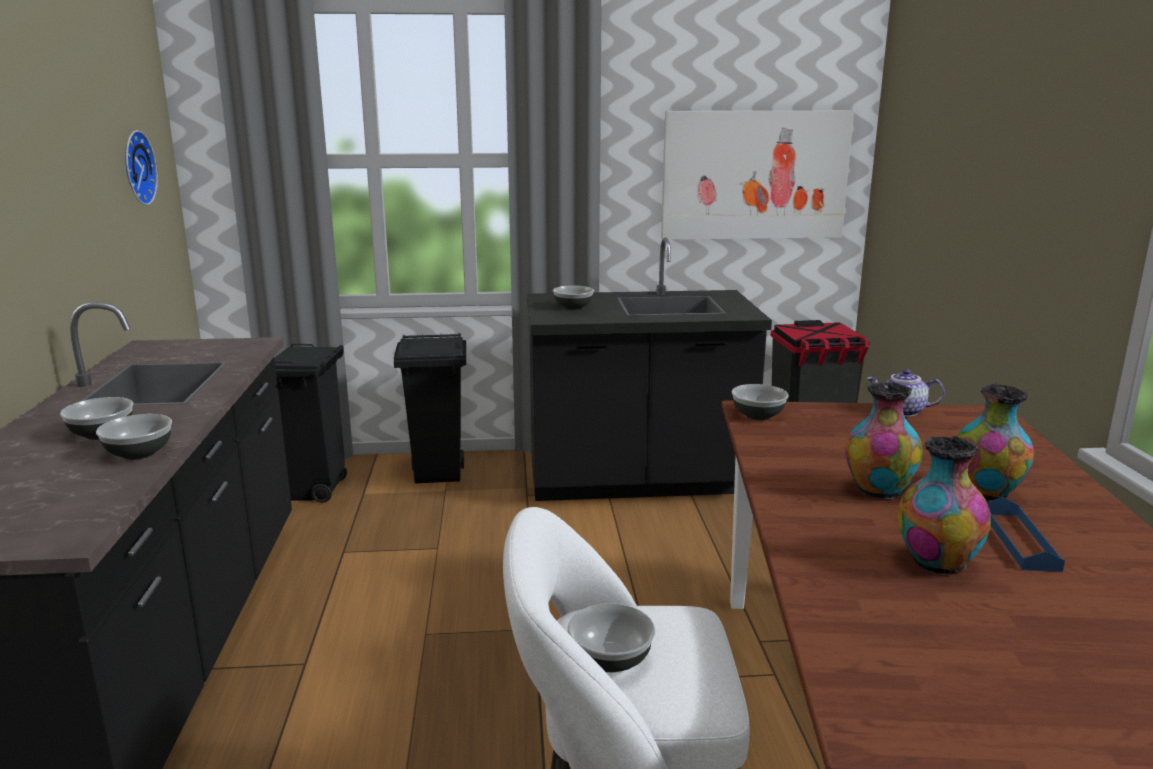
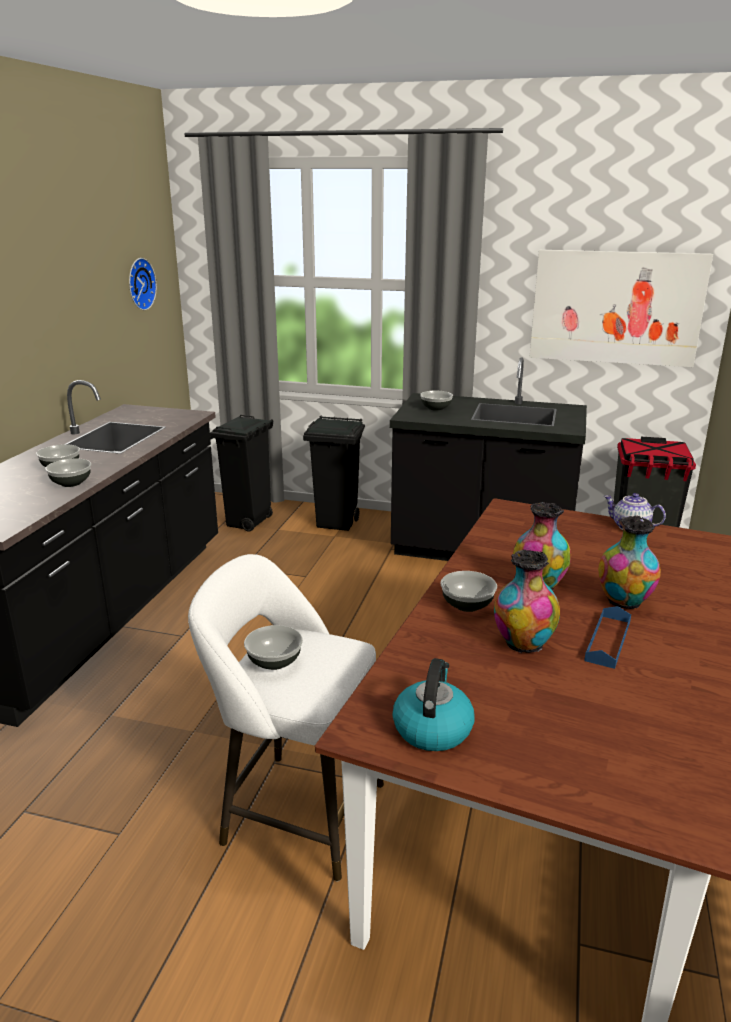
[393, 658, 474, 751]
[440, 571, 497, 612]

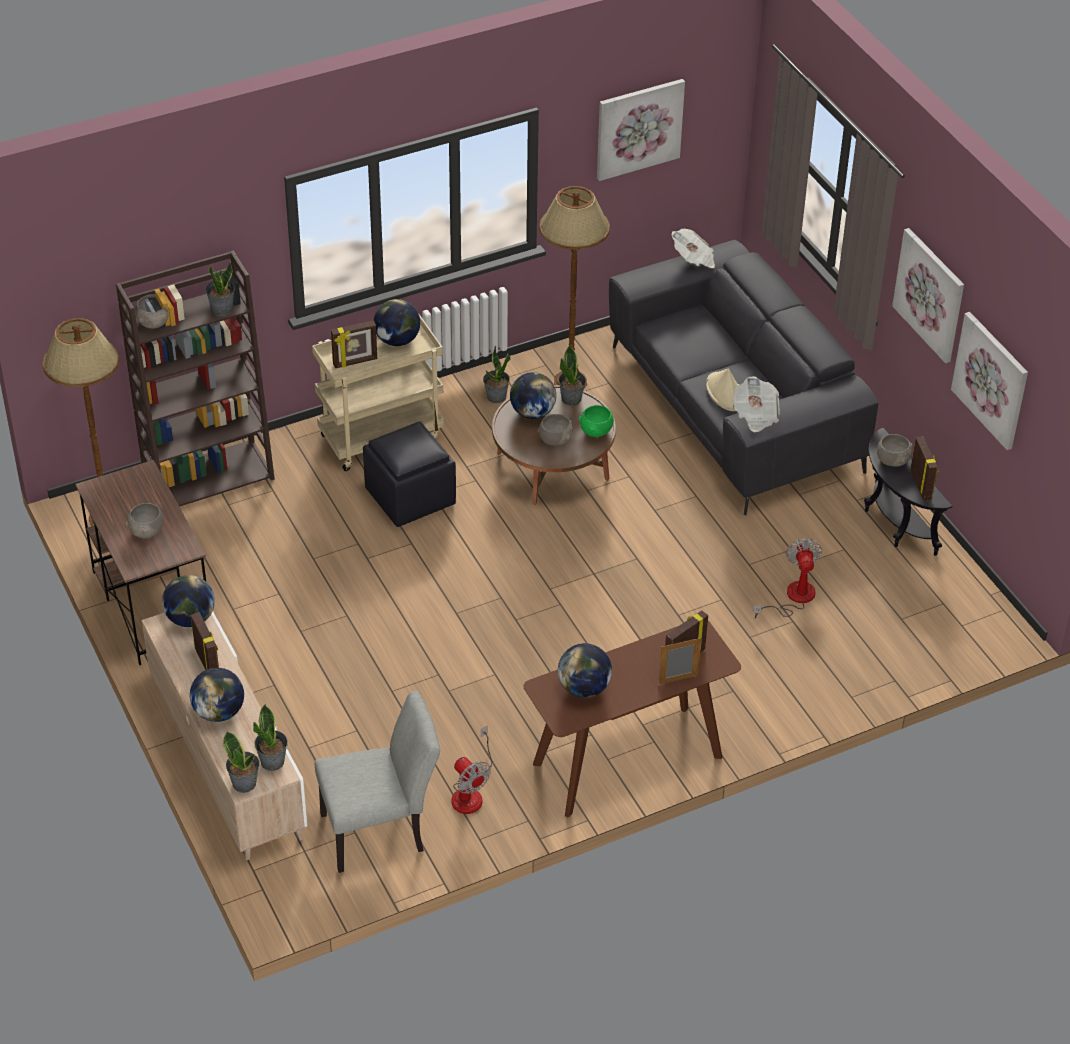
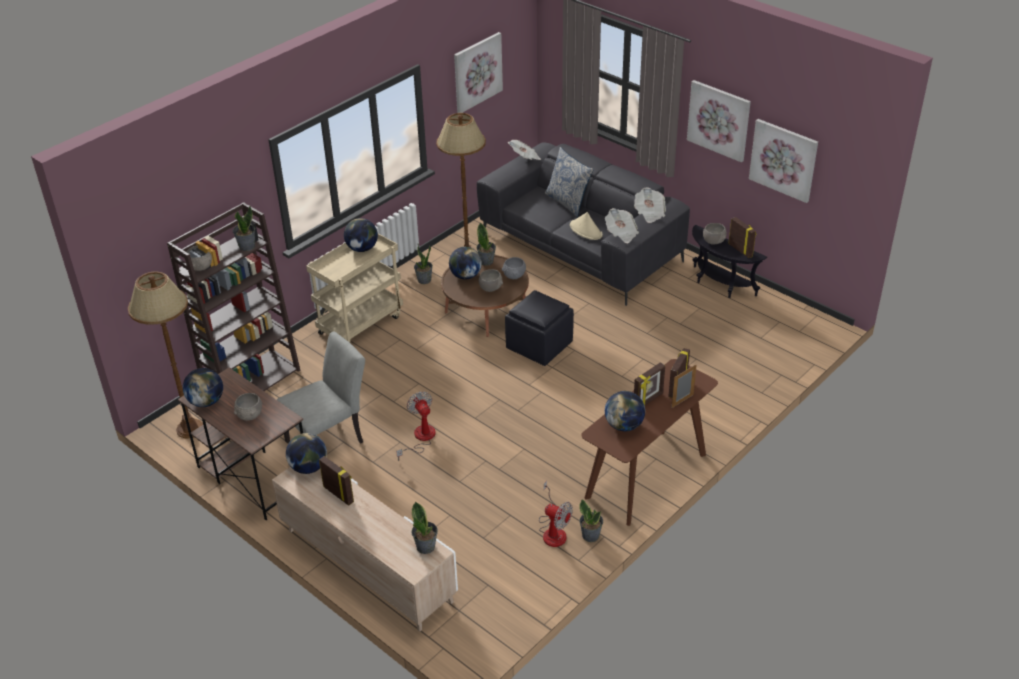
[183, 368, 223, 407]
[277, 331, 365, 444]
[396, 391, 436, 461]
[502, 257, 526, 279]
[505, 290, 574, 366]
[545, 147, 594, 217]
[579, 499, 603, 542]
[634, 187, 666, 223]
[634, 362, 665, 405]

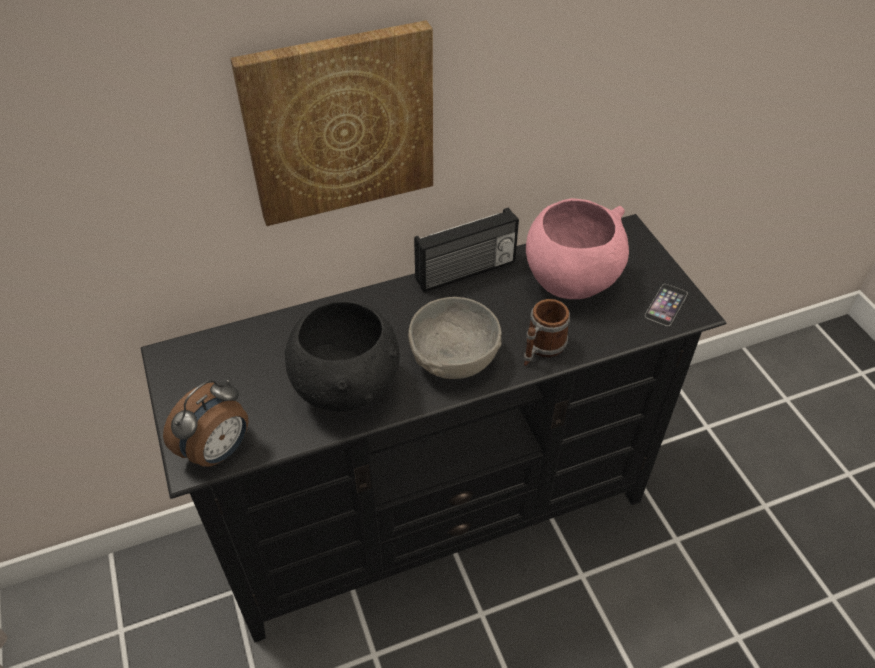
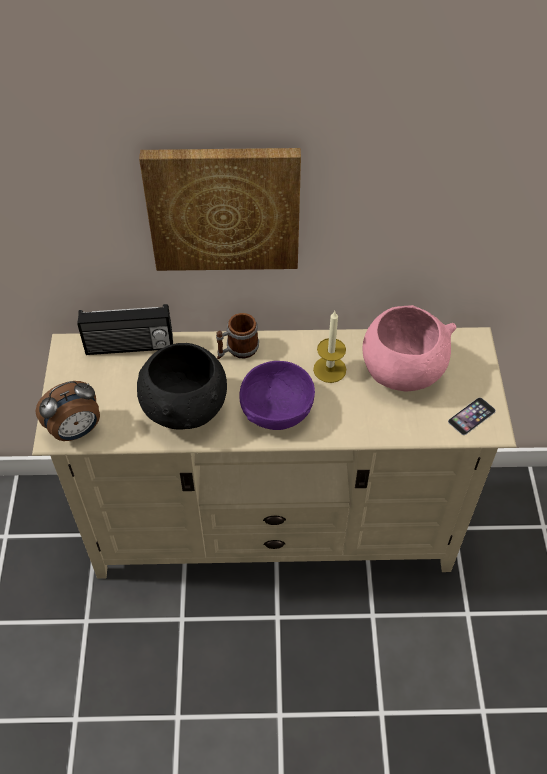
[32, 327, 516, 579]
[77, 304, 173, 355]
[216, 313, 259, 359]
[240, 361, 315, 430]
[313, 311, 346, 383]

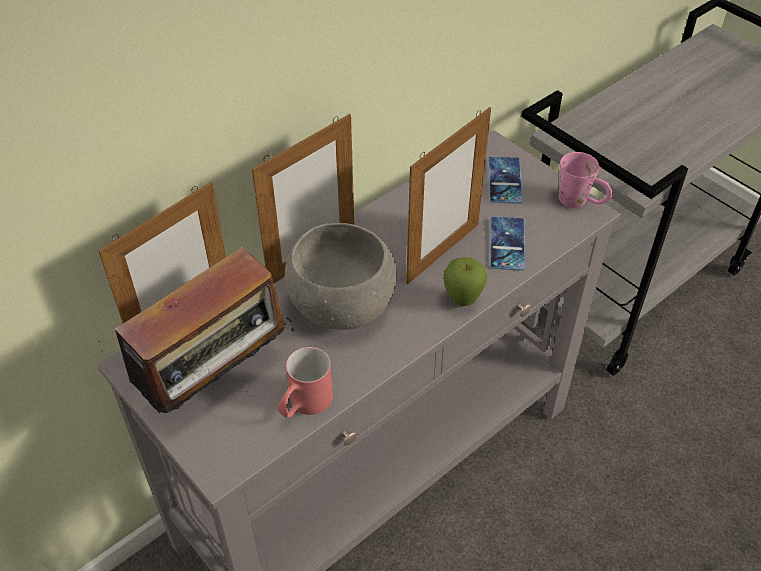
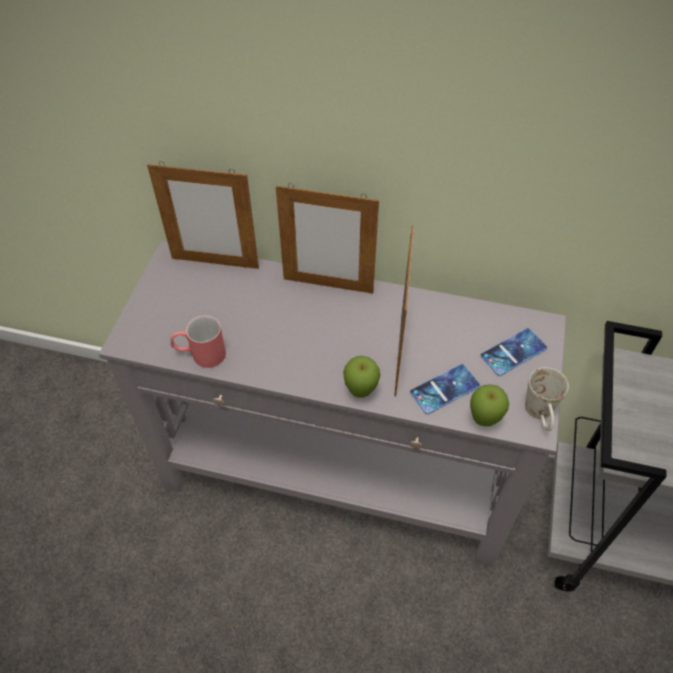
[394, 225, 414, 396]
[470, 384, 509, 426]
[525, 367, 569, 431]
[98, 247, 294, 413] (first image)
[285, 223, 397, 330] (first image)

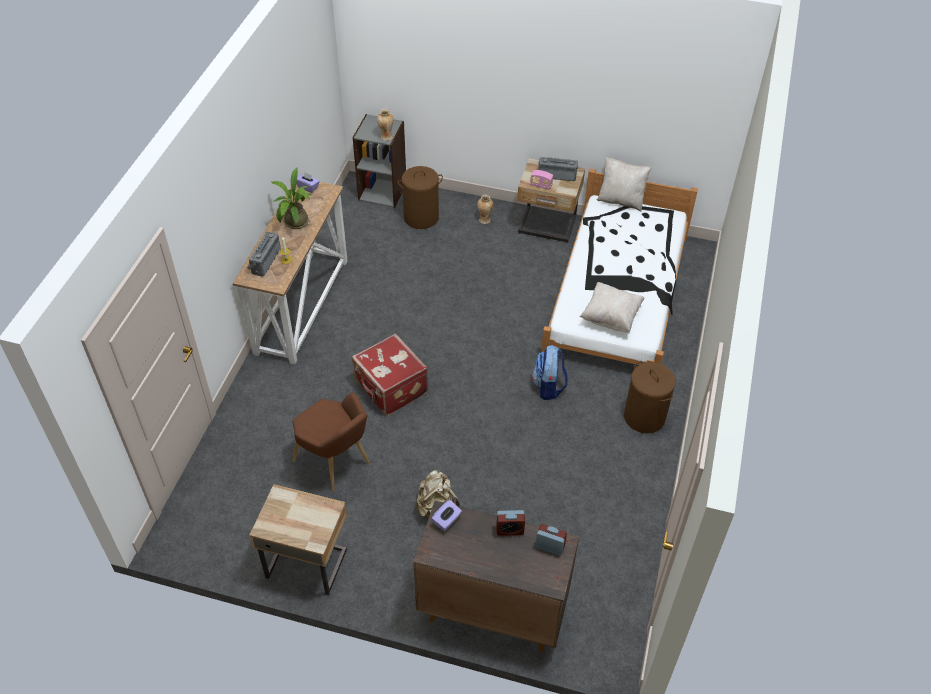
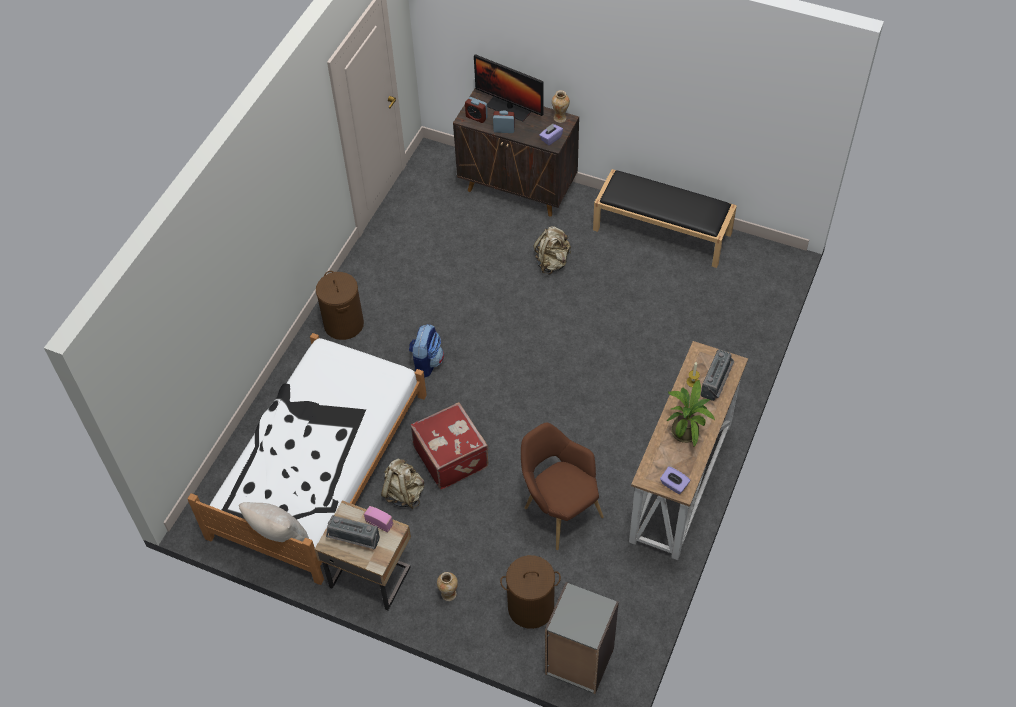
[381, 458, 424, 509]
[411, 402, 488, 489]
[474, 54, 543, 121]
[521, 423, 604, 550]
[552, 90, 570, 123]
[593, 169, 737, 268]
[580, 282, 645, 333] (first image)

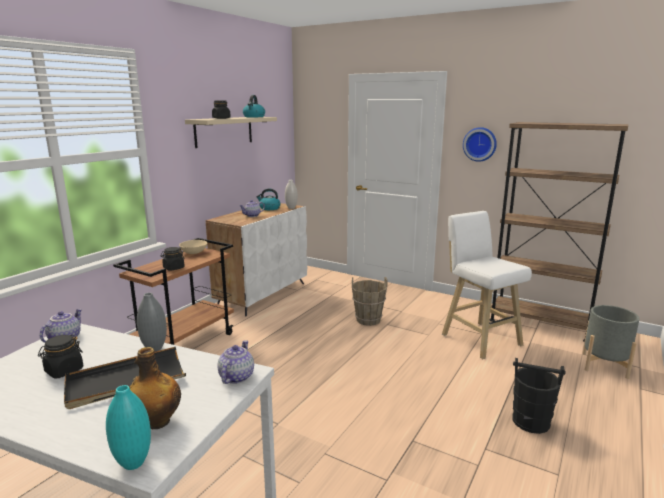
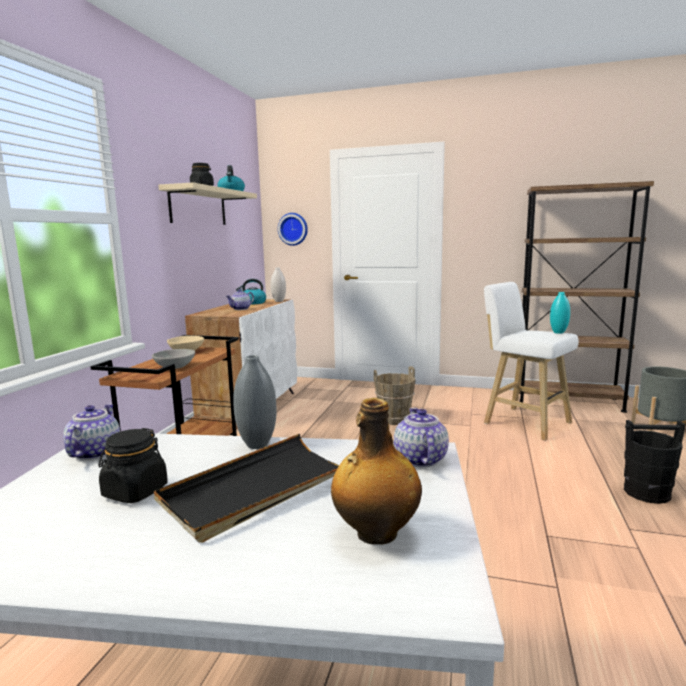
[152, 349, 195, 369]
[278, 213, 308, 246]
[550, 292, 570, 334]

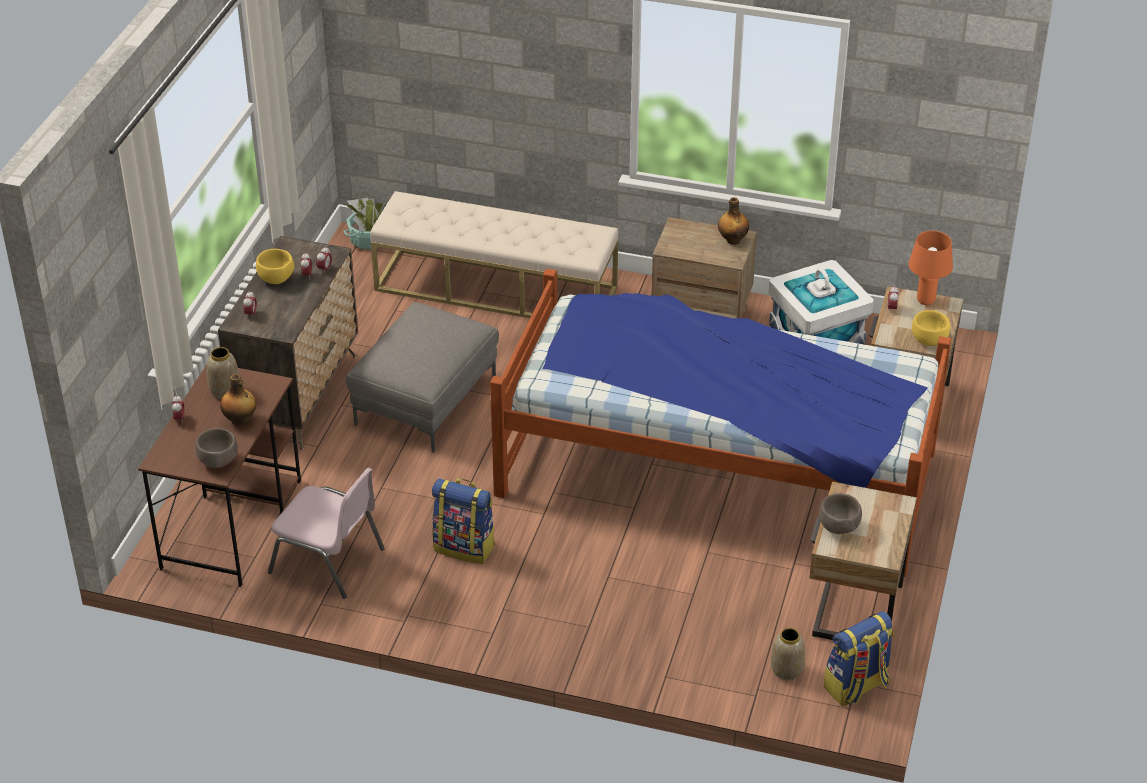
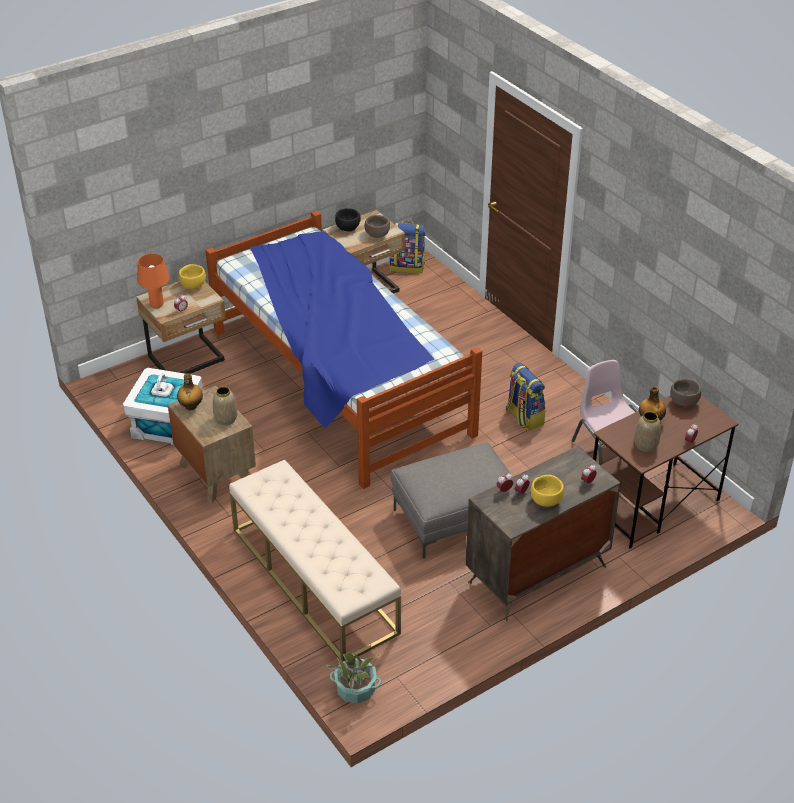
[213, 386, 237, 425]
[335, 208, 361, 231]

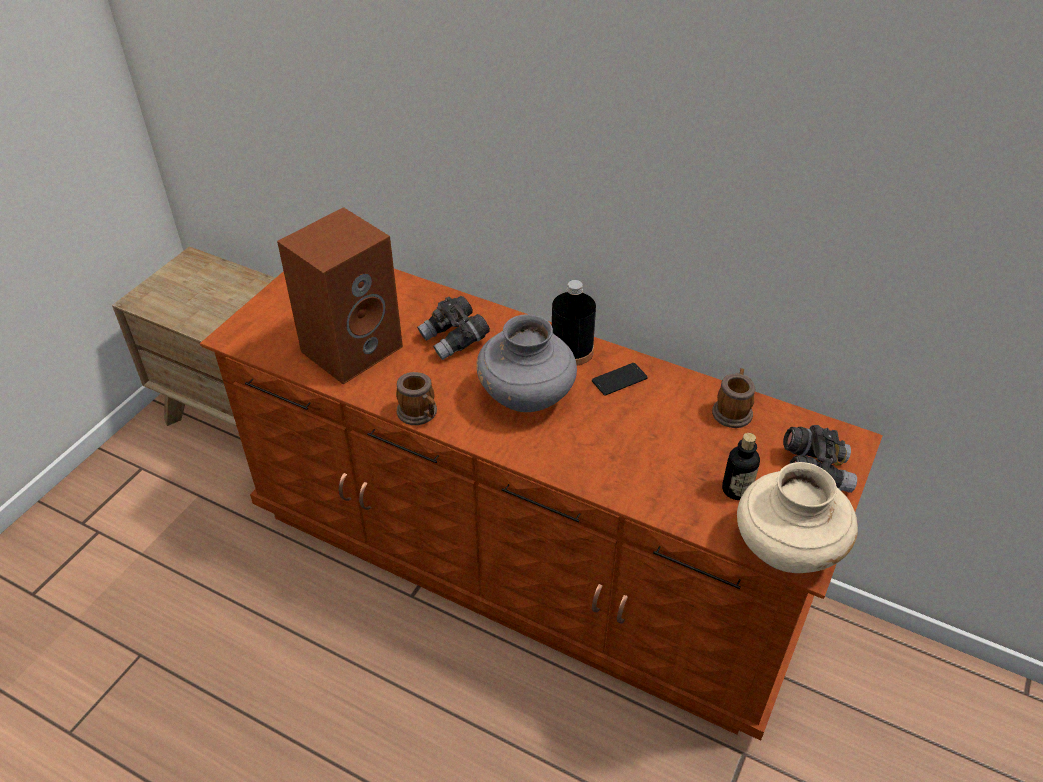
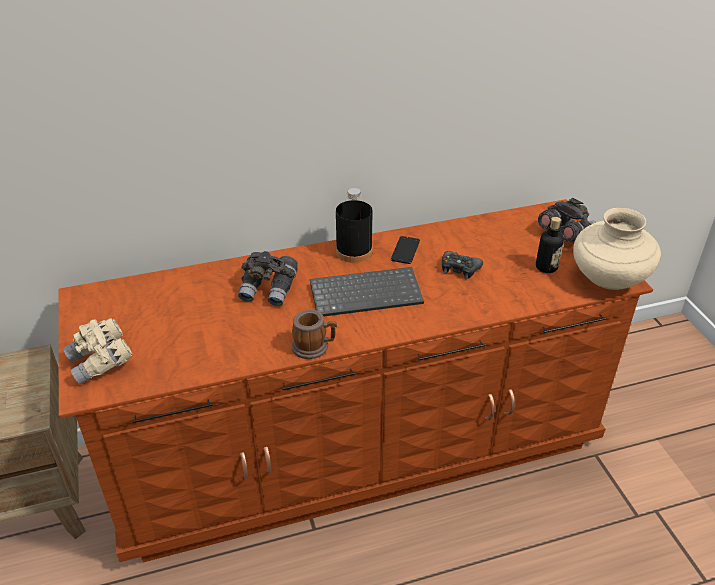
[63, 318, 132, 384]
[310, 267, 424, 316]
[442, 251, 483, 279]
[277, 207, 403, 384] (first image)
[712, 368, 755, 428] (first image)

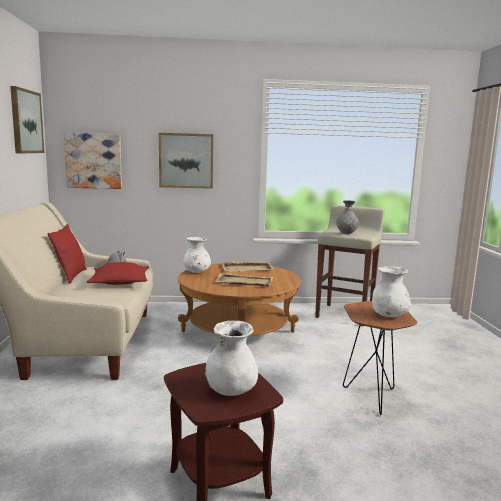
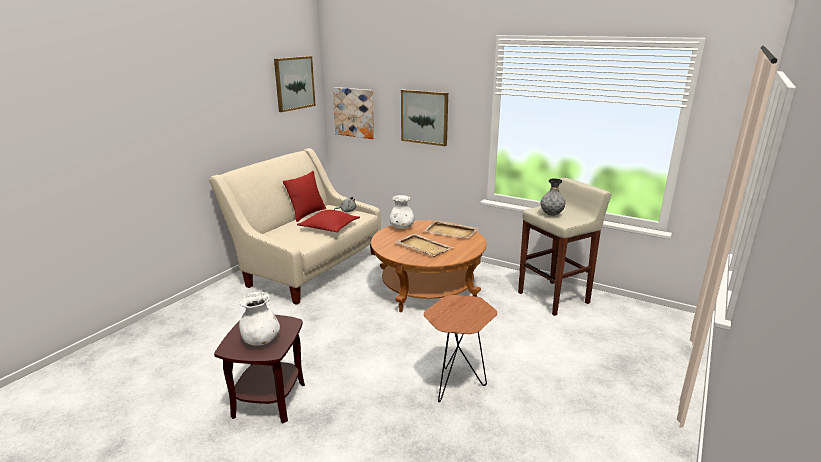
[372, 266, 411, 317] (first image)

